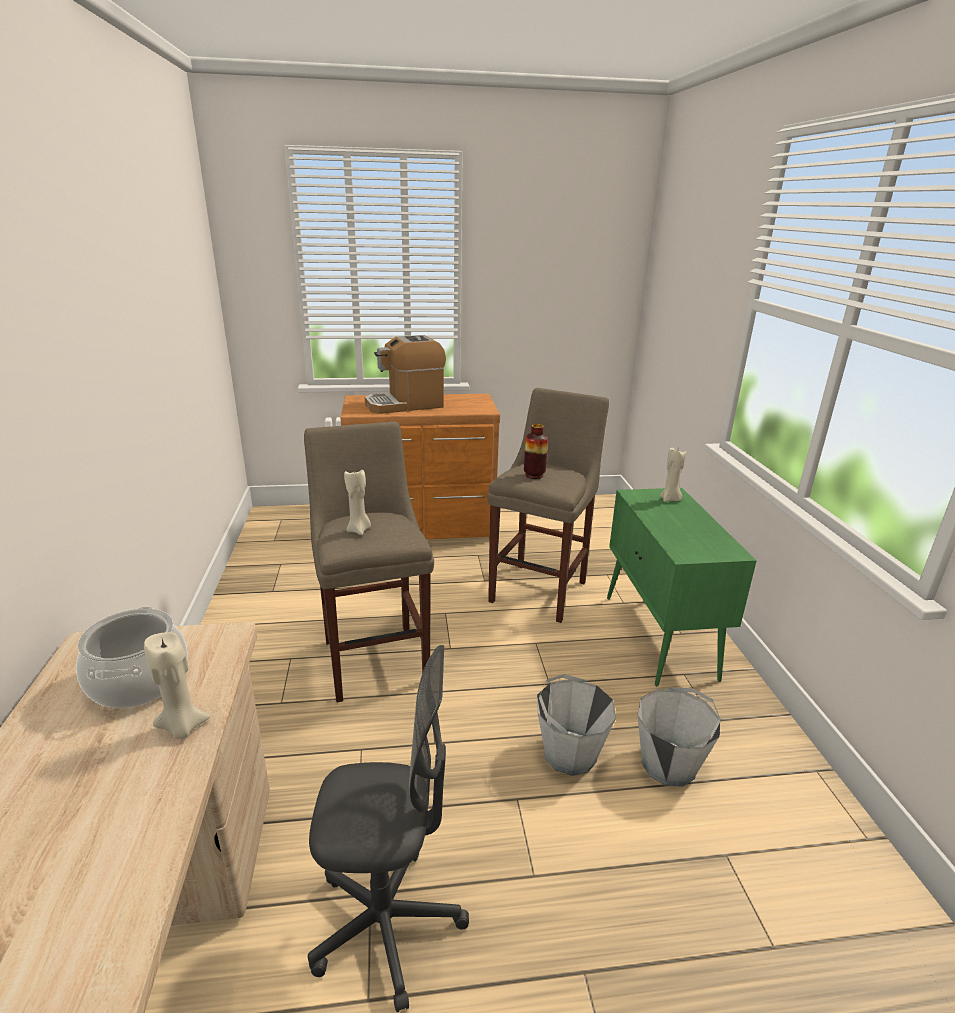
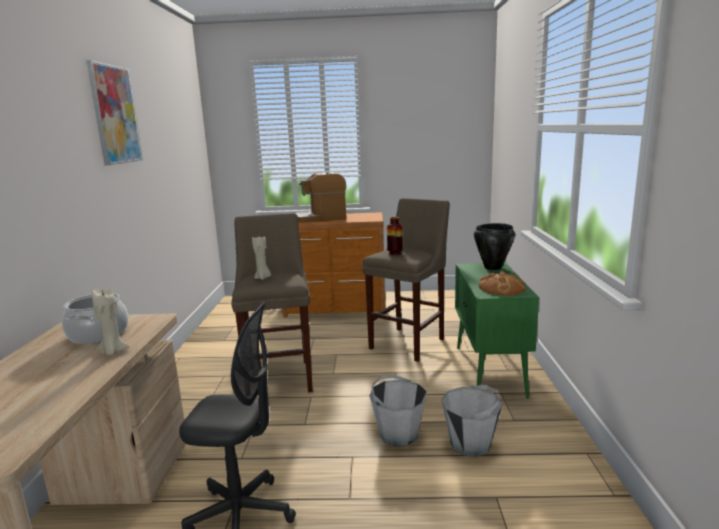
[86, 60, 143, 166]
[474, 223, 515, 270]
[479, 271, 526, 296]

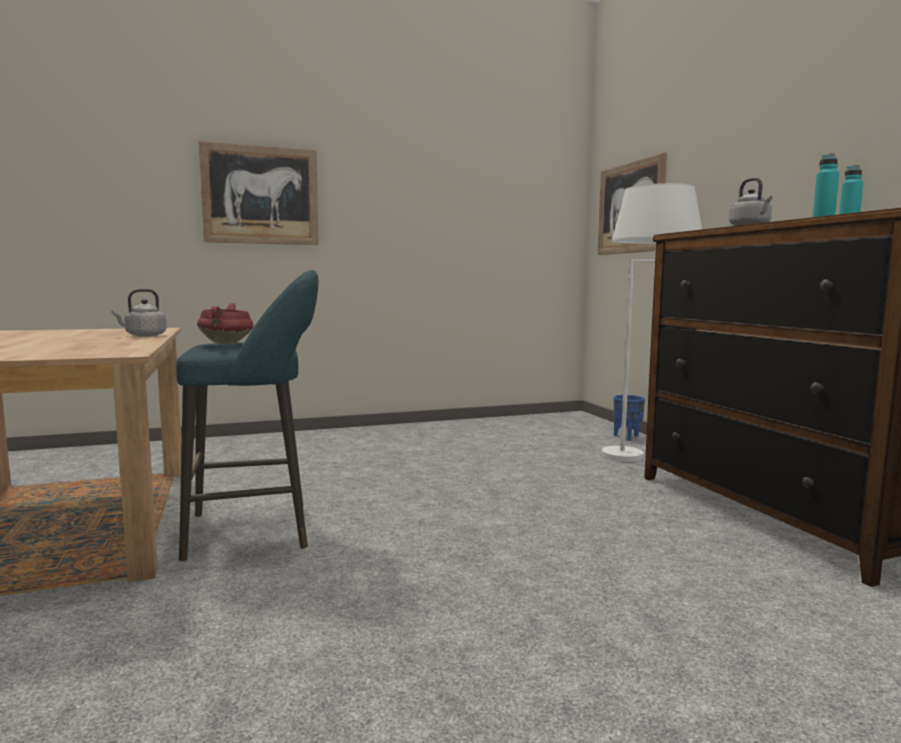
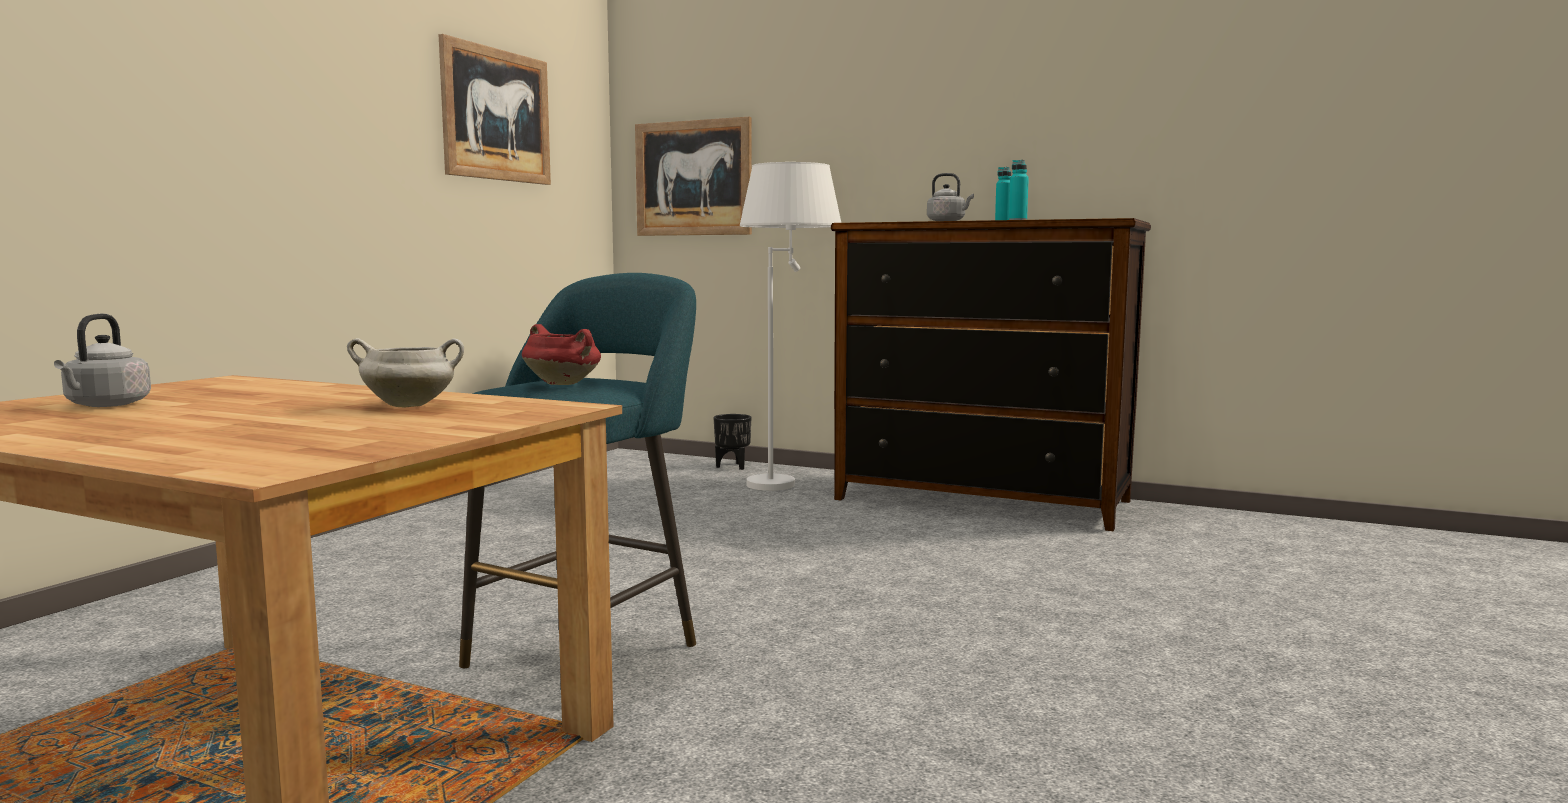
[54, 314, 151, 407]
[347, 338, 464, 408]
[439, 34, 551, 185]
[713, 414, 752, 470]

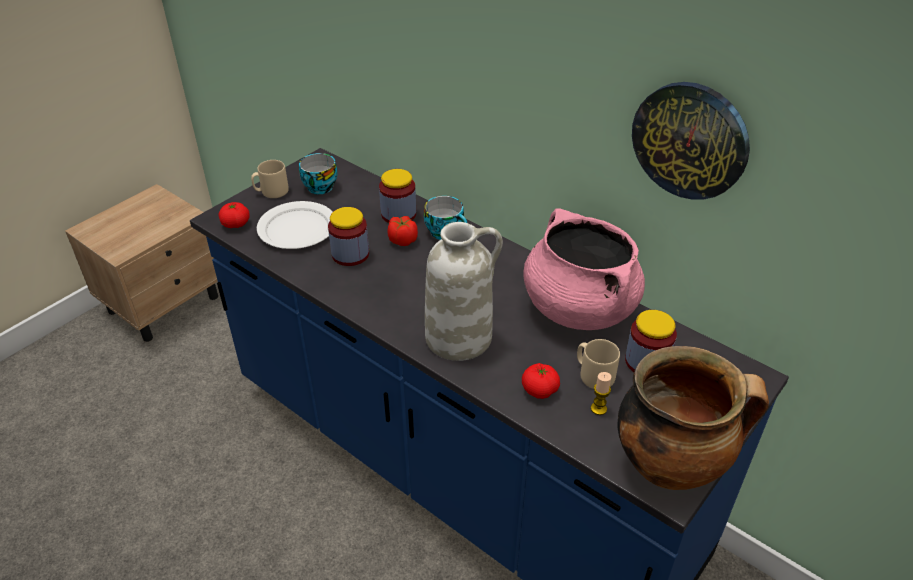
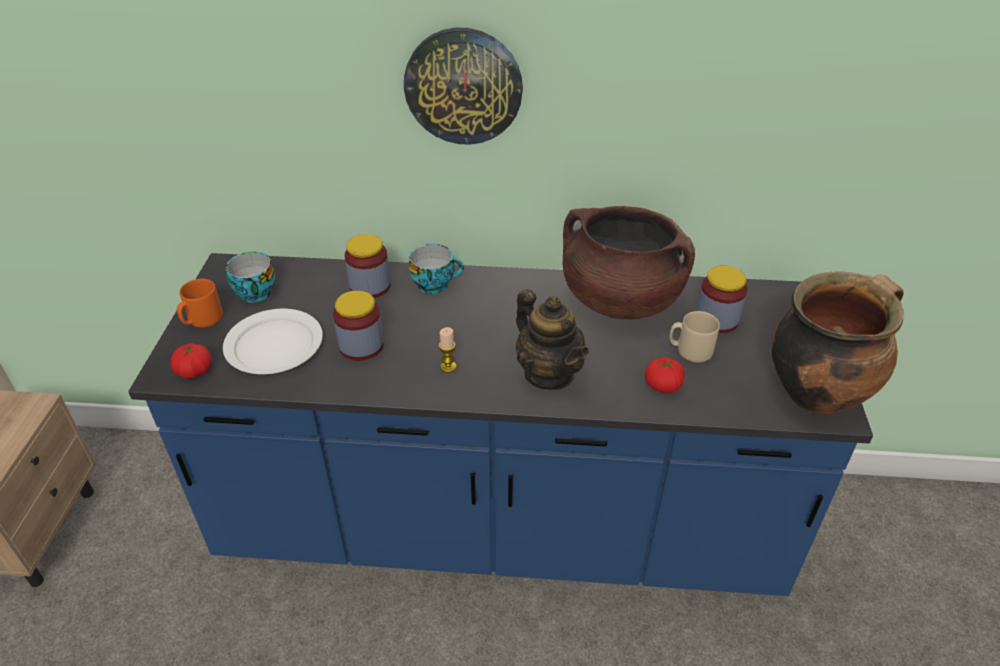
[177, 279, 223, 328]
[404, 27, 523, 145]
[439, 327, 457, 373]
[516, 289, 589, 390]
[563, 206, 695, 319]
[387, 216, 418, 246] (first image)

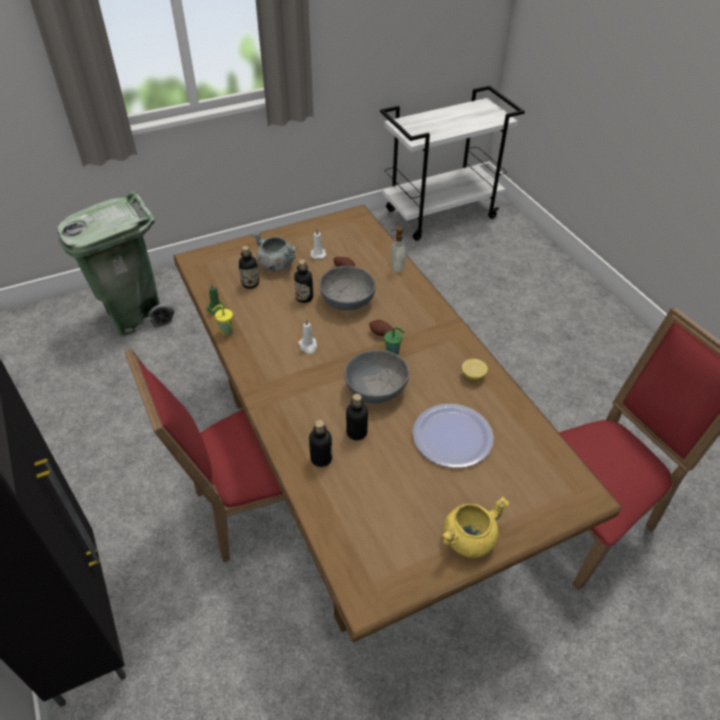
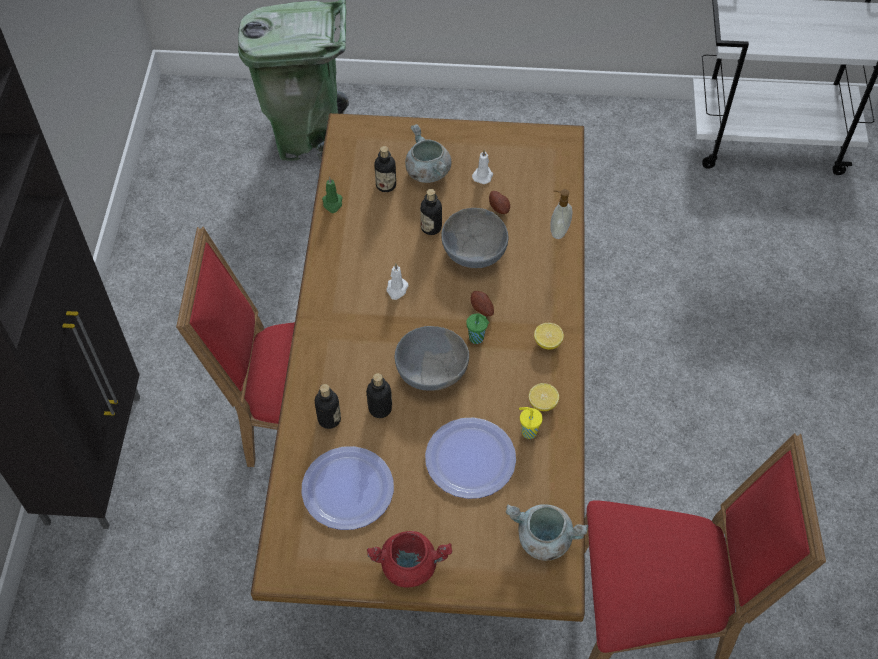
[301, 446, 394, 530]
[367, 531, 452, 587]
[505, 504, 588, 561]
[519, 407, 543, 439]
[534, 323, 564, 349]

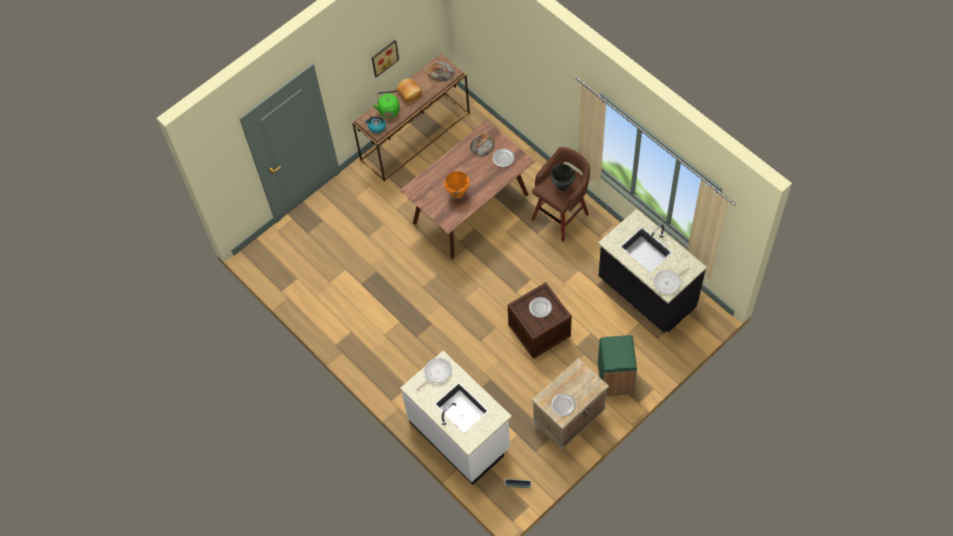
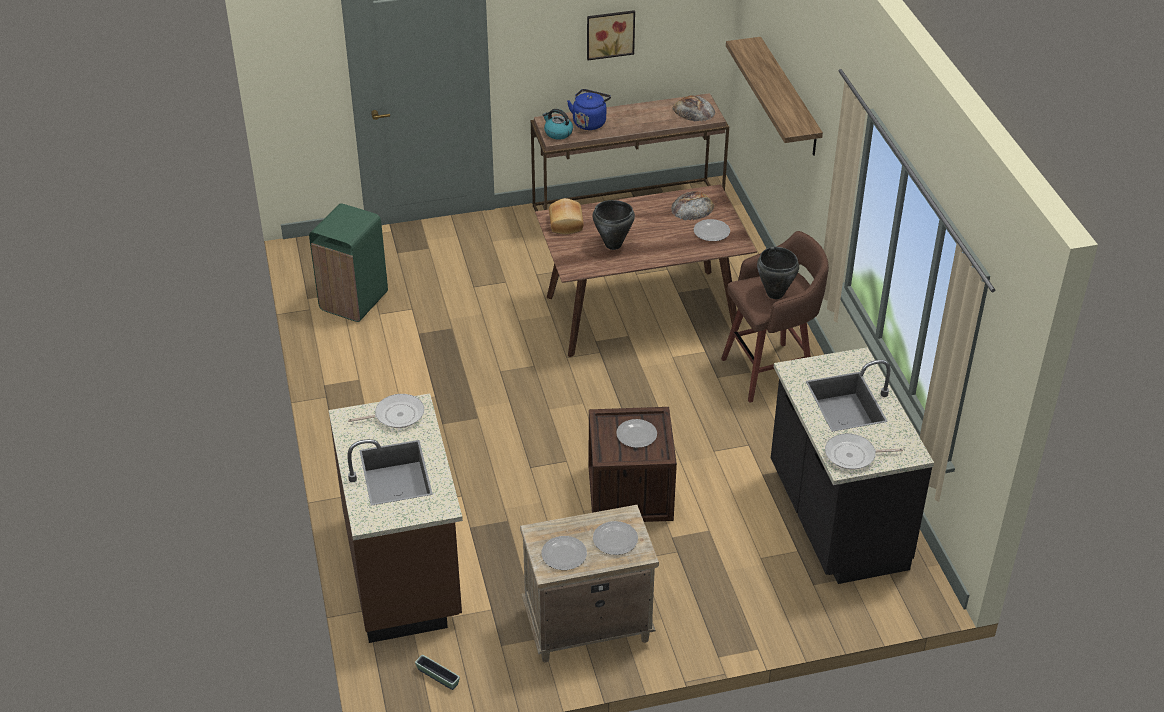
[309, 203, 388, 322]
[329, 393, 463, 643]
[549, 198, 584, 234]
[567, 89, 611, 130]
[593, 200, 635, 250]
[593, 521, 638, 555]
[726, 37, 823, 156]

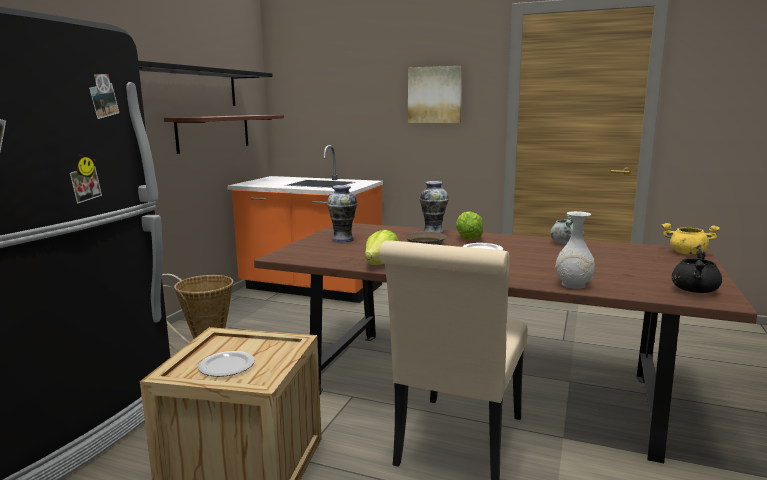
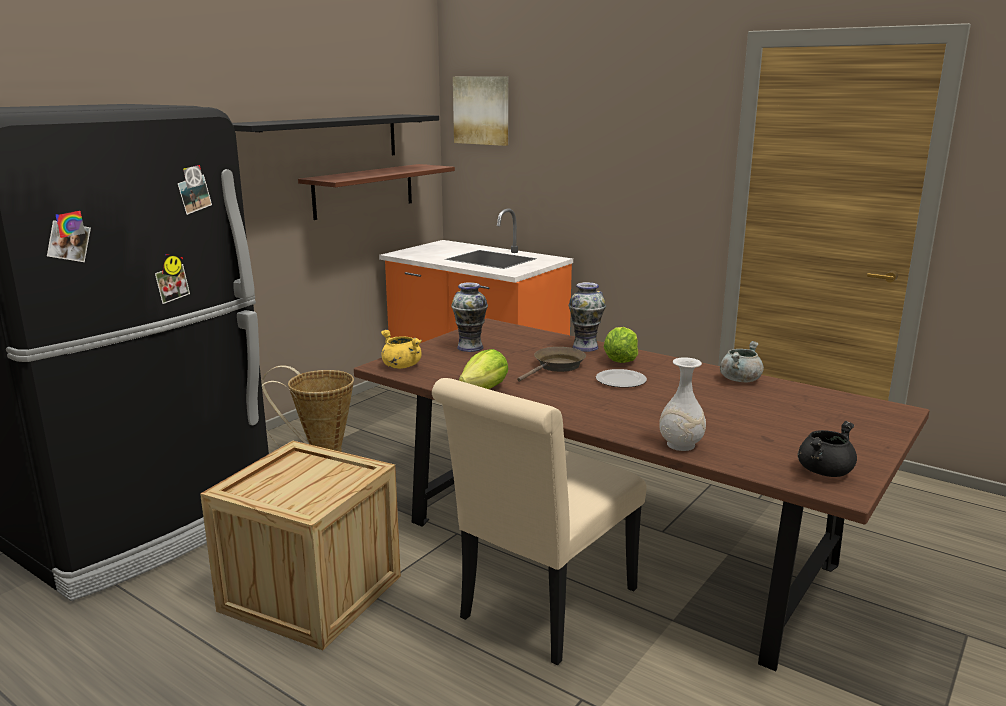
[381, 330, 422, 369]
[453, 76, 508, 146]
[198, 351, 255, 377] (first image)

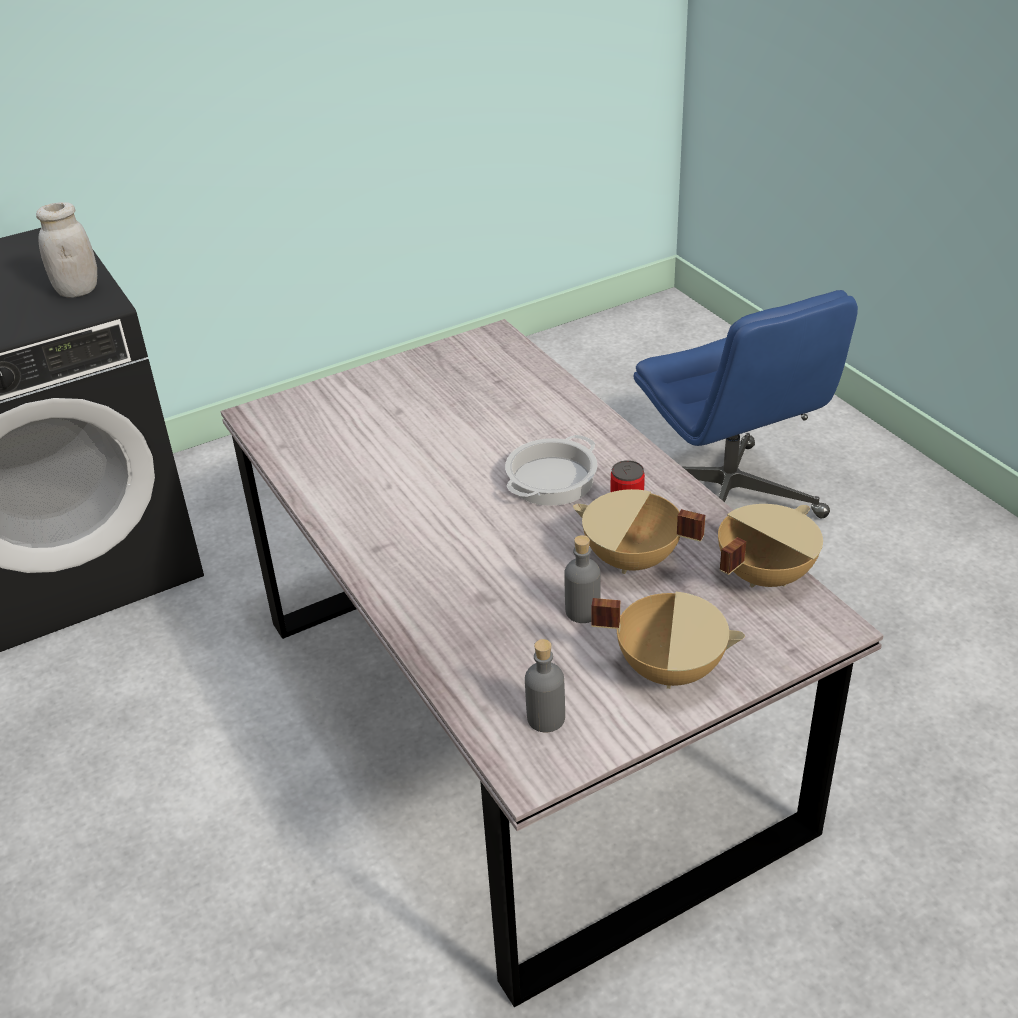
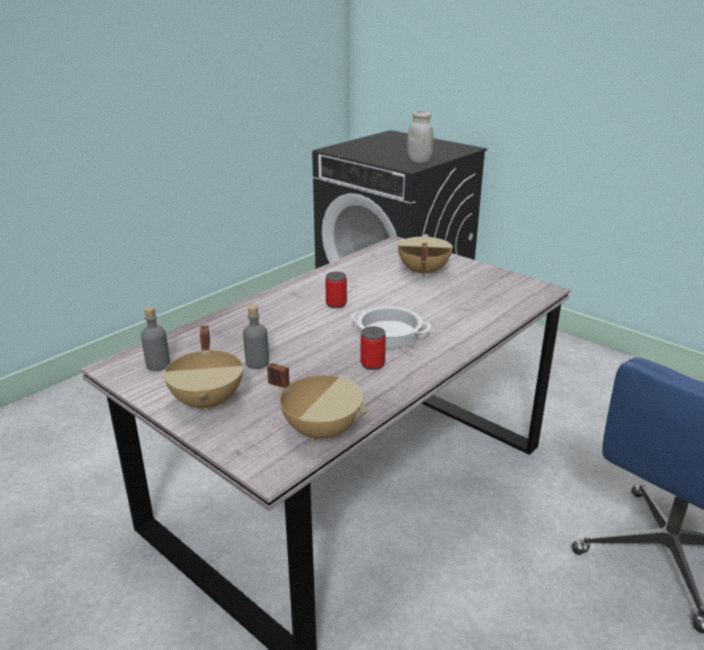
[325, 272, 347, 308]
[397, 234, 453, 277]

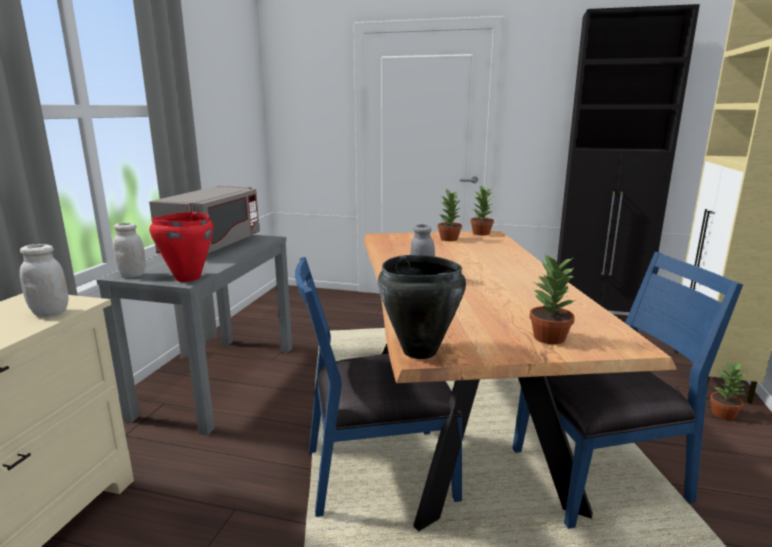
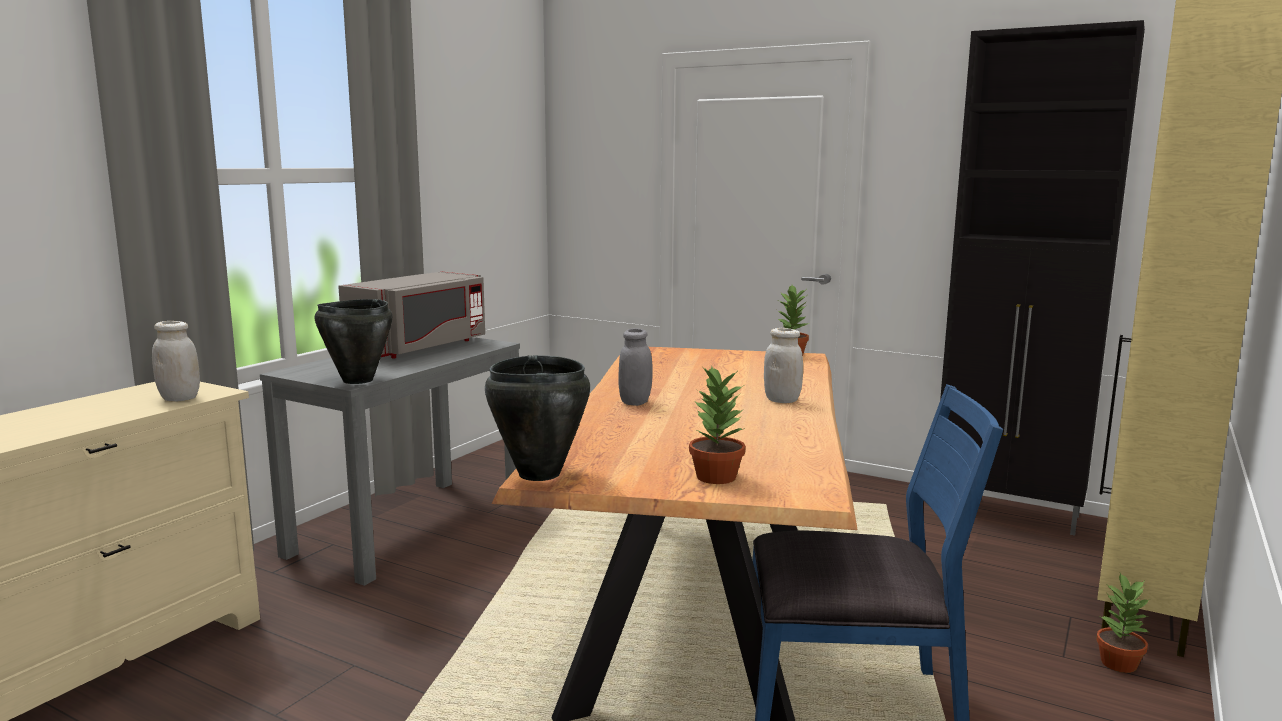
[314, 299, 392, 384]
[764, 328, 803, 403]
[295, 257, 463, 517] (first image)
[438, 189, 462, 241] (first image)

